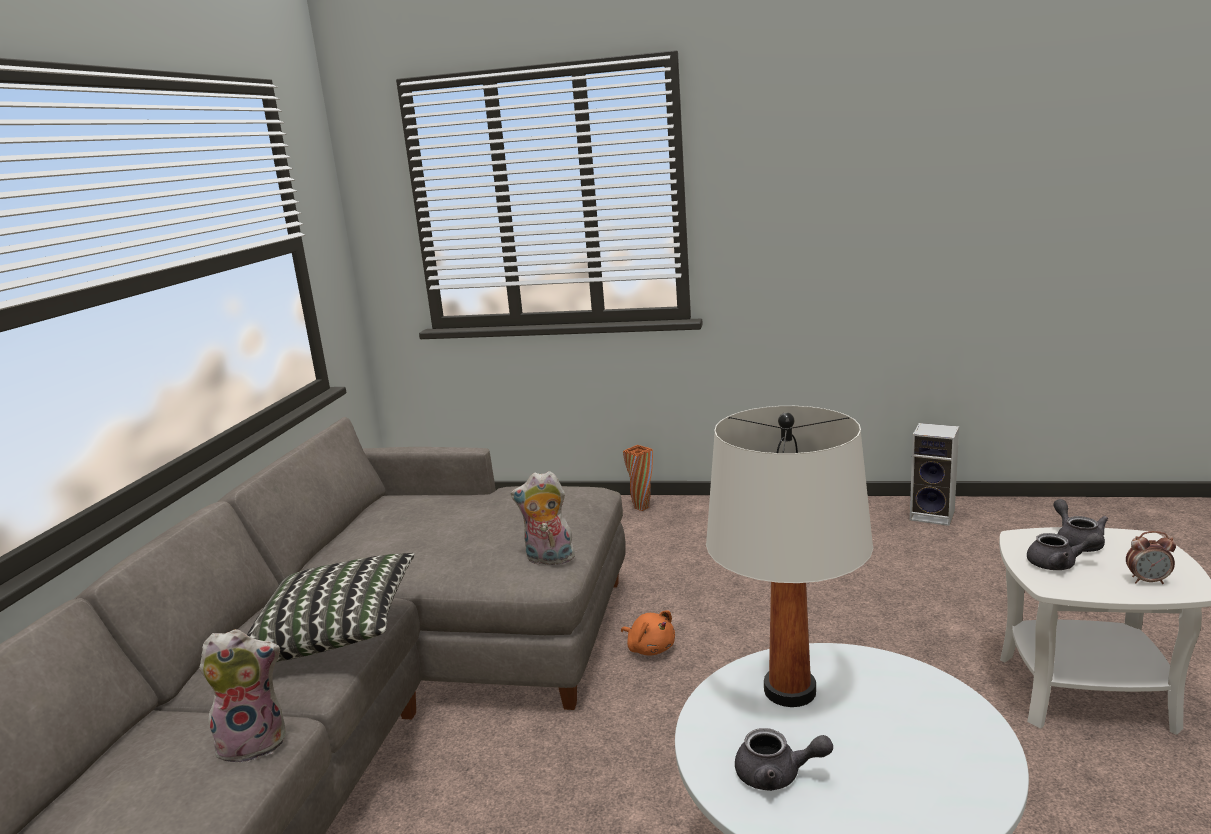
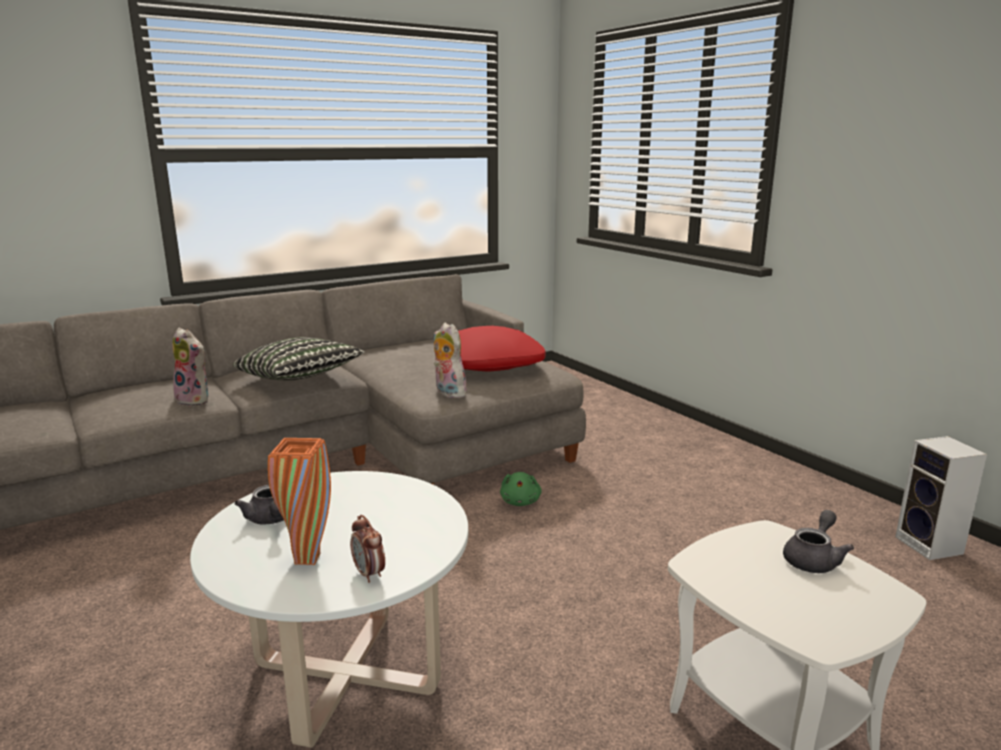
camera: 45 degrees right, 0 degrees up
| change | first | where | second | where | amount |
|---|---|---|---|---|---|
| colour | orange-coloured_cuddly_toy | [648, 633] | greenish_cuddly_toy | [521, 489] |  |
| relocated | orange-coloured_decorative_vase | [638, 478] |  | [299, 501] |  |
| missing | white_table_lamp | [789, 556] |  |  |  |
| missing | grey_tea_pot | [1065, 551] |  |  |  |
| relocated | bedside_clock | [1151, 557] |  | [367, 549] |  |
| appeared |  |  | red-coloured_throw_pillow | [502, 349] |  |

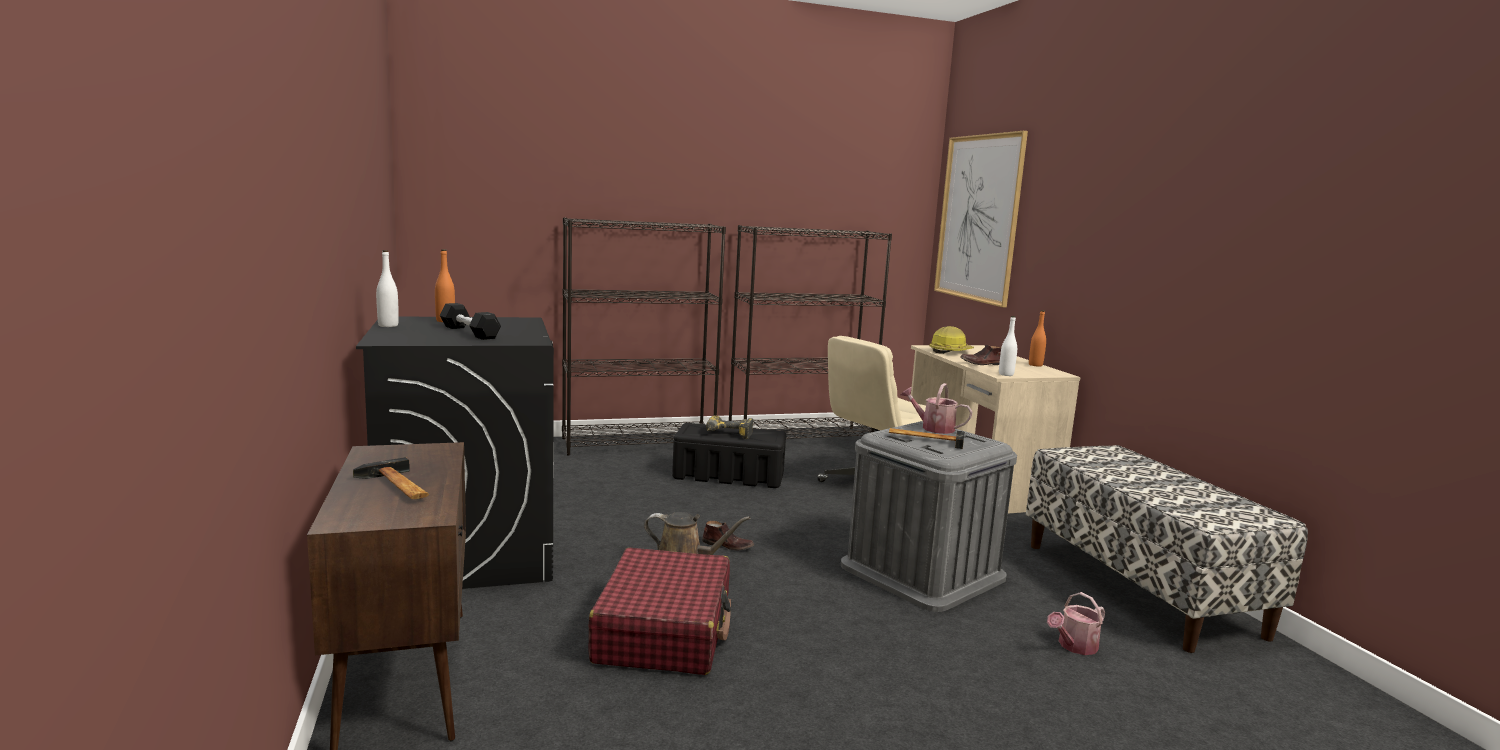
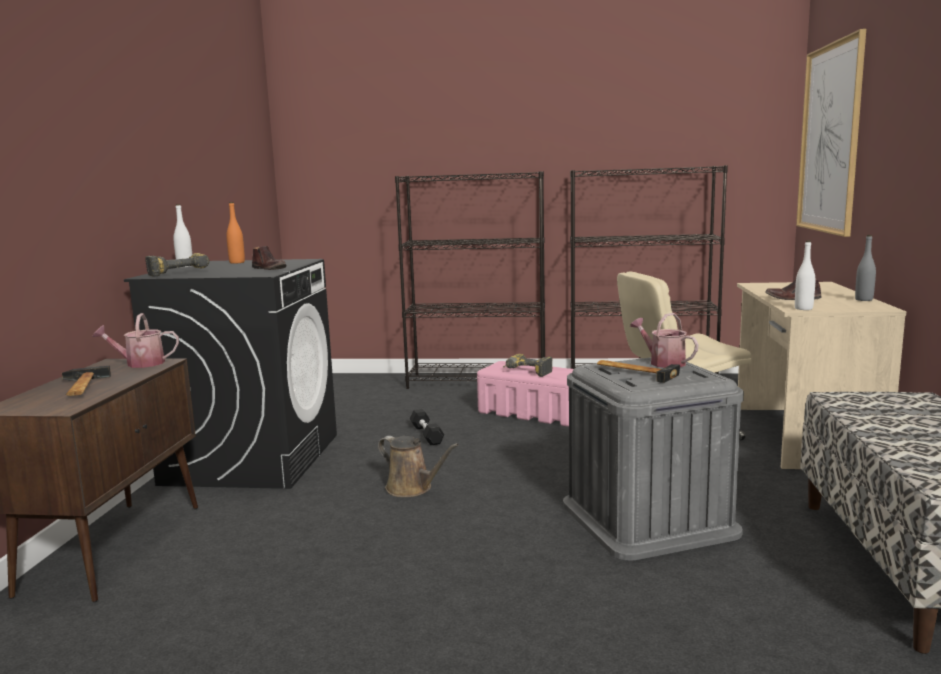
camera: 25 degrees right, 0 degrees up
| change | first | where | second | where | amount |
|---|---|---|---|---|---|
| relocated | black-coloured_free_weight | [470, 321] |  | [427, 427] |  |
| missing | red-coloured_piece_of_luggage | [659, 611] |  |  |  |
| colour | black-coloured_storage_container | [729, 455] | pink-coloured_storage_container | [525, 394] |  |
| relocated | brown_low_shoe | [728, 536] |  | [269, 258] |  |
| missing | hard_hat | [952, 340] |  |  |  |
| colour | orange-coloured_bottle | [1037, 338] | grey_bottle | [865, 268] |  |
| relocated | sprinkling_can | [1076, 623] |  | [135, 340] |  |
| appeared |  |  | power_drill | [177, 265] |  |

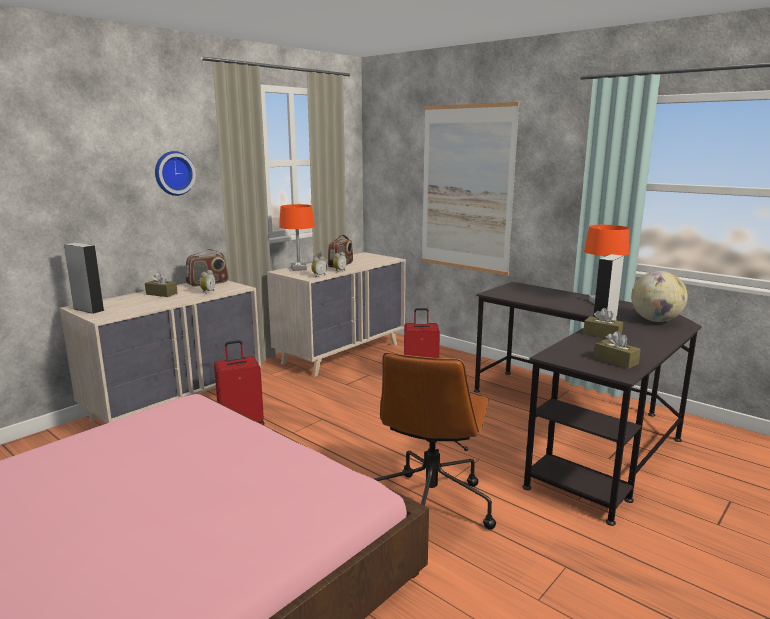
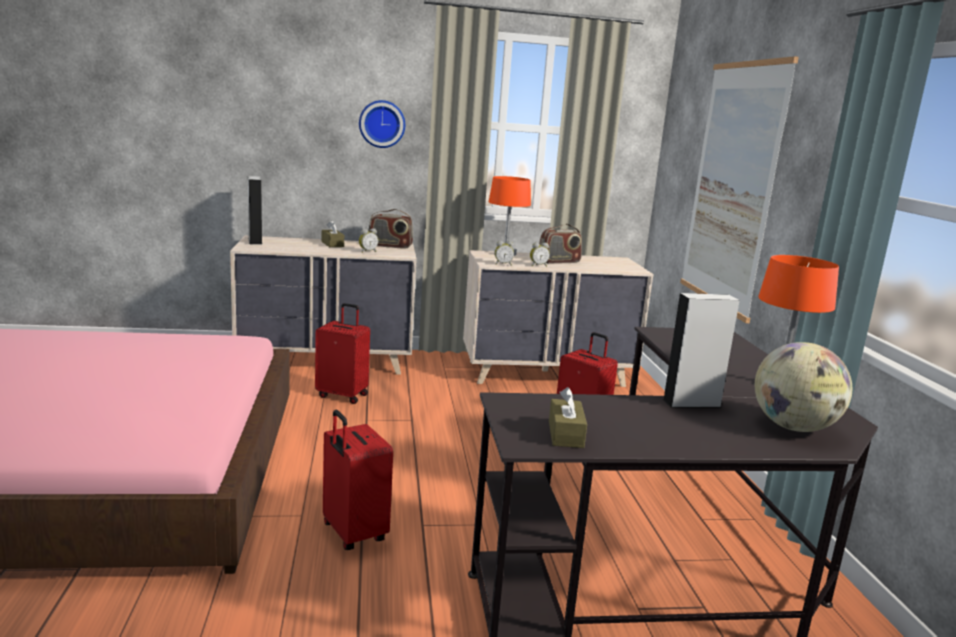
camera: 40 degrees right, 0 degrees up
| change | first | where | second | where | amount |
|---|---|---|---|---|---|
| exchanged | brown_office_chair | [435, 441] | red-coloured_piece_of_luggage | [358, 480] |  |
| missing | brown_box_of_tissues | [603, 323] |  |  |  |

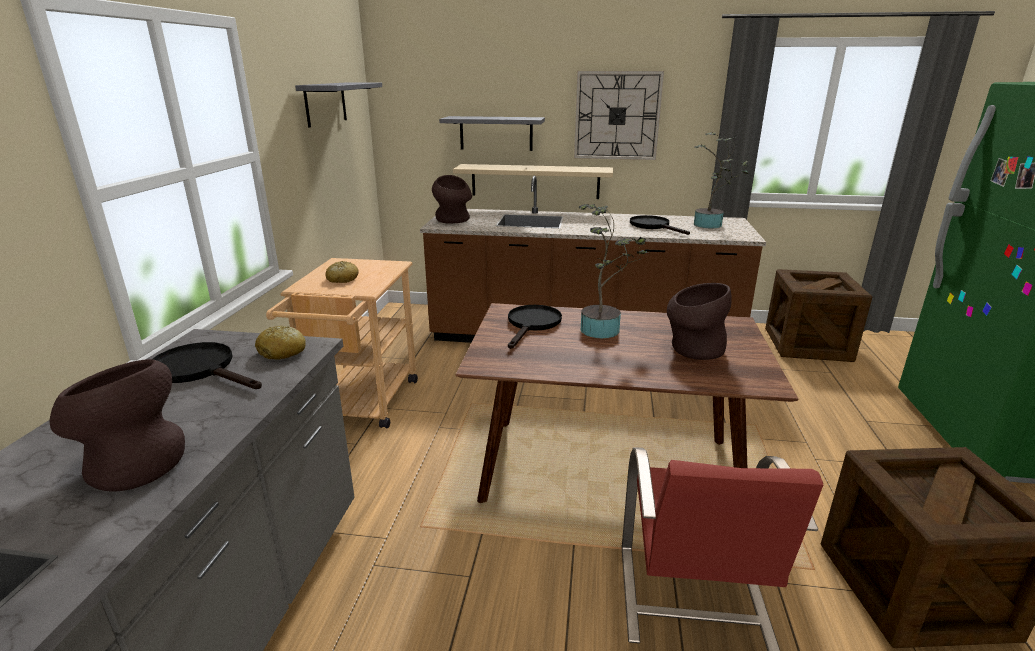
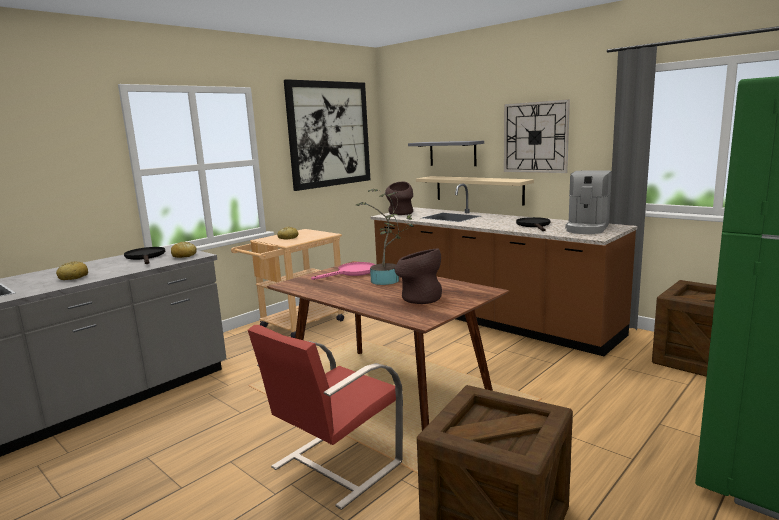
camera: 35 degrees right, 10 degrees down
| change | first | where | second | where | amount |
|---|---|---|---|---|---|
| exchanged | brown_decorative_vase | [117, 425] | bread | [72, 271] |  |
| exchanged | grey_bracket_shelf | [338, 105] | picture | [327, 135] |  |
| colour | black-coloured_skillet | [535, 327] | pink-coloured_skillet | [343, 271] |  |
| exchanged | plant_in_a_pot | [721, 180] | coffee_machine | [588, 202] |  |

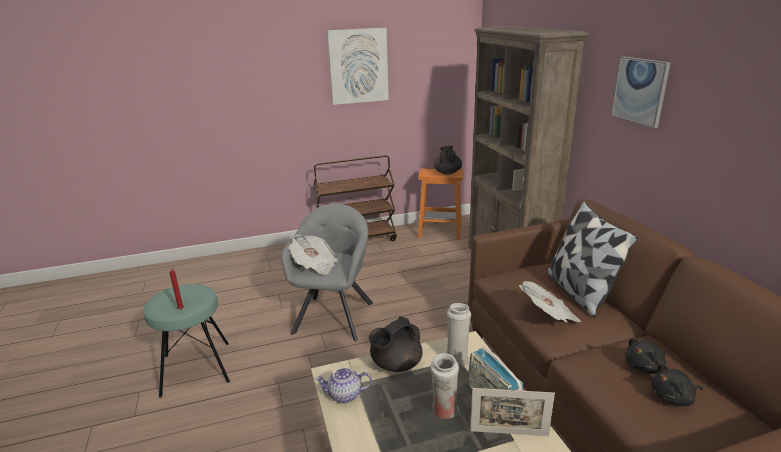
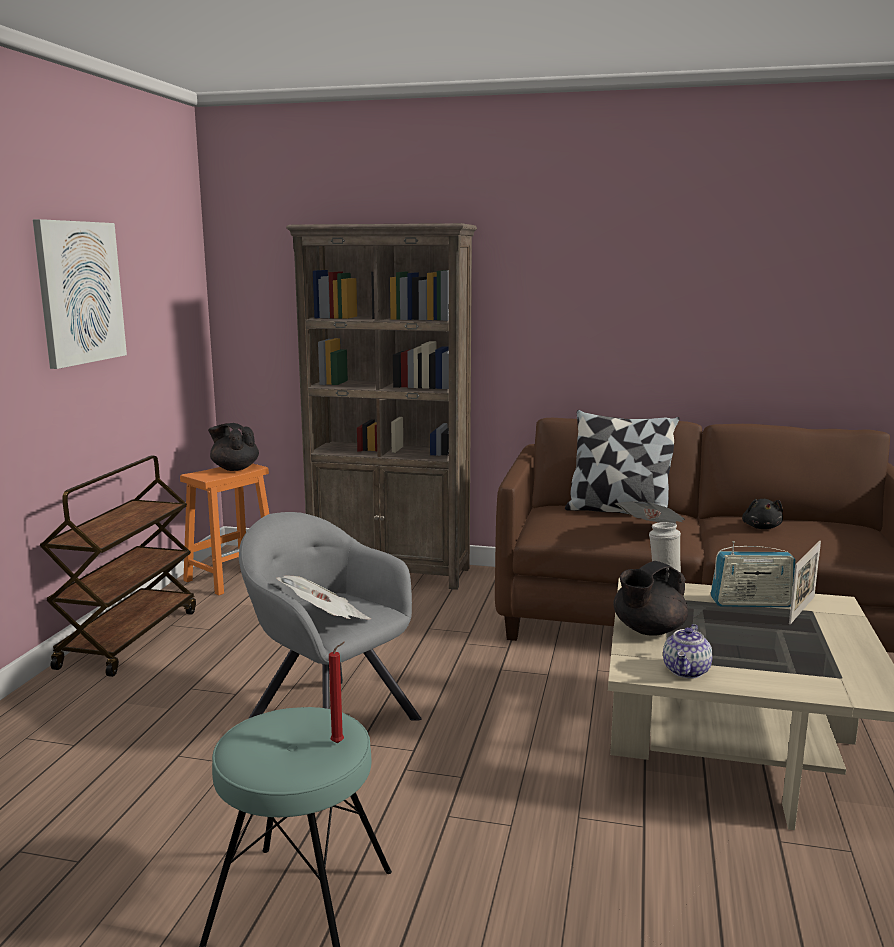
camera: 60 degrees left, 10 degrees down
| change | first | where | second | where | amount |
|---|---|---|---|---|---|
| spun | black-coloured_tea_pot | [395, 344] |  | [650, 598] | 60 degrees clockwise |
| missing | white_decorative_vase | [444, 386] |  |  |  |
| missing | picture | [640, 92] |  |  |  |
| missing | black-coloured_cuddly_toy | [677, 384] |  |  |  |

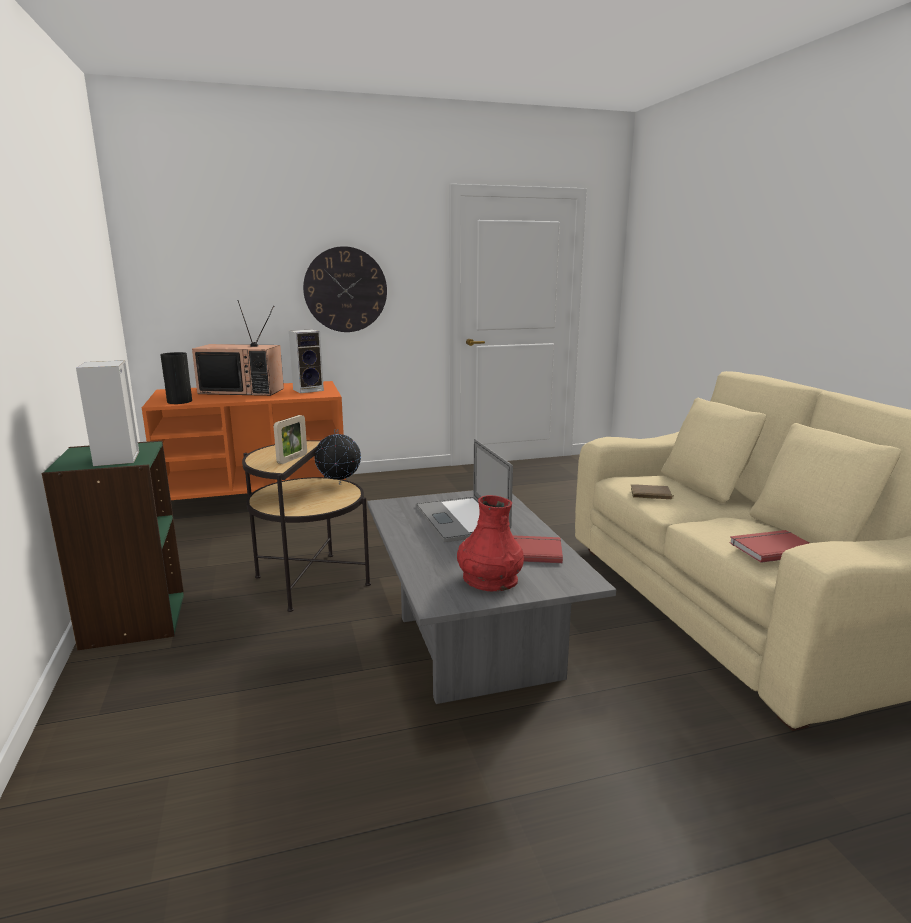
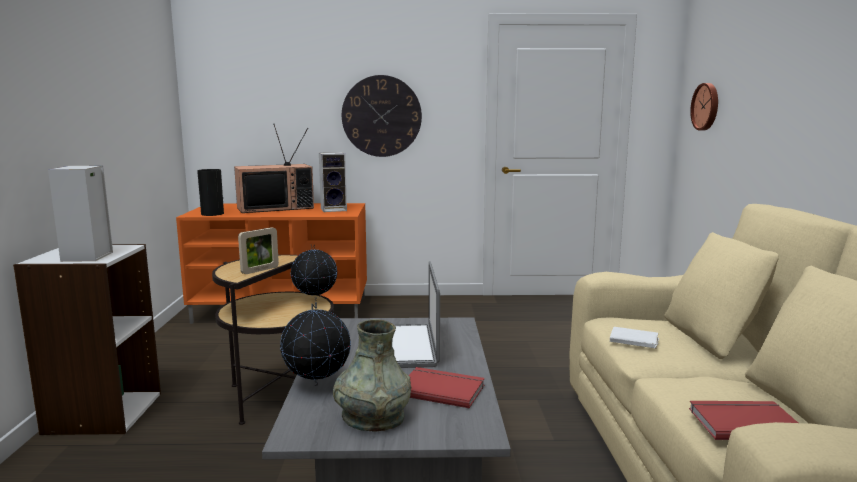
camera: 15 degrees right, 5 degrees down
| change | first | where | second | where | amount |
|---|---|---|---|---|---|
| colour | greenish_bookshelf | [113, 546] | white_bookshelf | [87, 339] |  |
| spun | TV_set | [238, 348] |  | [274, 169] | 45 degrees counterclockwise |
| colour | red-coloured_decorative_vase | [490, 543] | grey_decorative_vase | [372, 375] |  |
| colour | brown_book | [652, 491] | white_book | [634, 338] |  |
| appeared |  |  | globe | [315, 344] |  |
| appeared |  |  | hanging_clock | [704, 106] |  |

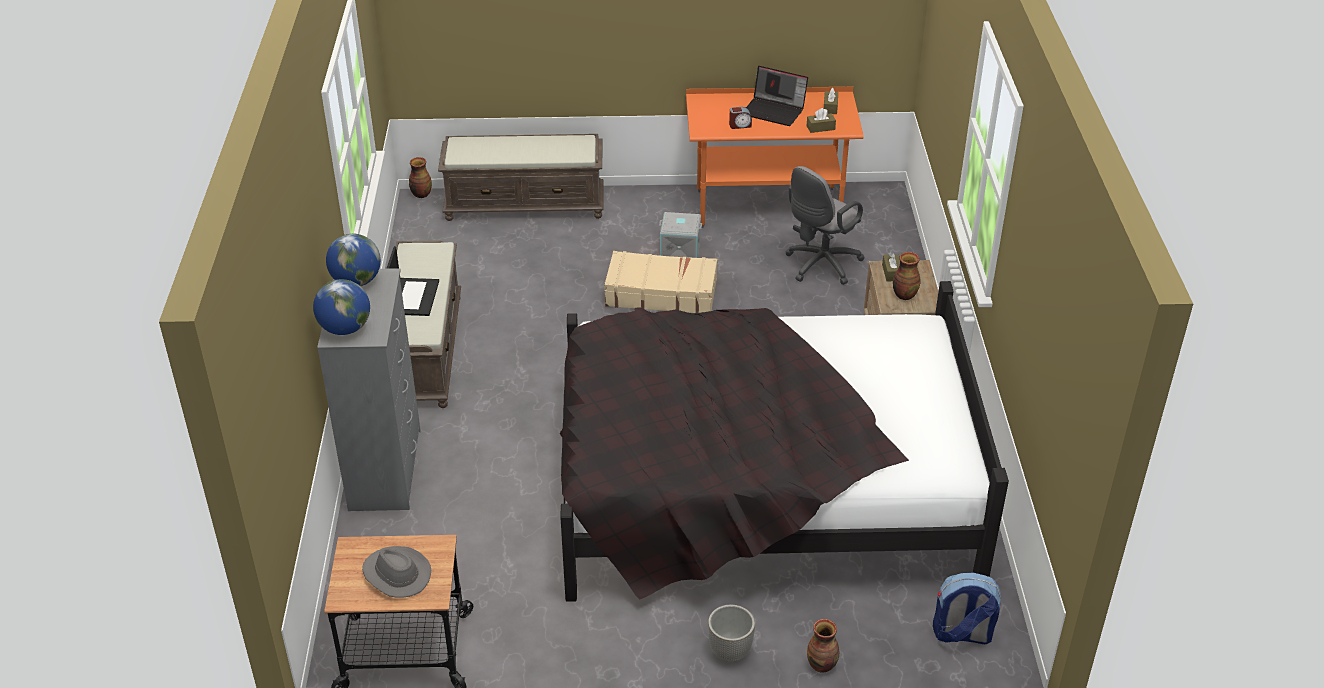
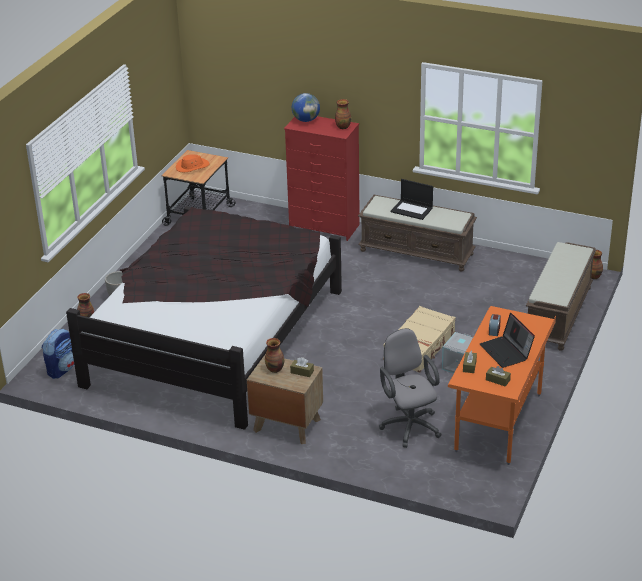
camera: 115 degrees right, 5 degrees down
| change | first | where | second | where | amount |
|---|---|---|---|---|---|
| colour | grey_chest_of_drawers | [369, 389] | red-coloured_chest_of_drawers | [322, 178] |  |
| exchanged | globe | [353, 260] | decorative_vase | [343, 114] |  |
| colour | grey_clothing_hat | [396, 572] | orange-coloured_clothing_hat | [193, 163] |  |
| spun | notebook_computer | [777, 96] |  | [507, 340] | 75 degrees counterclockwise |

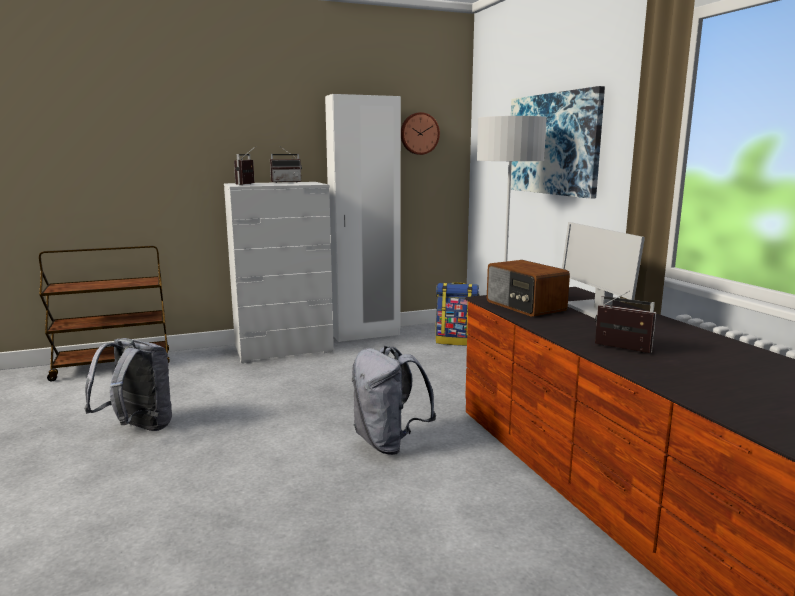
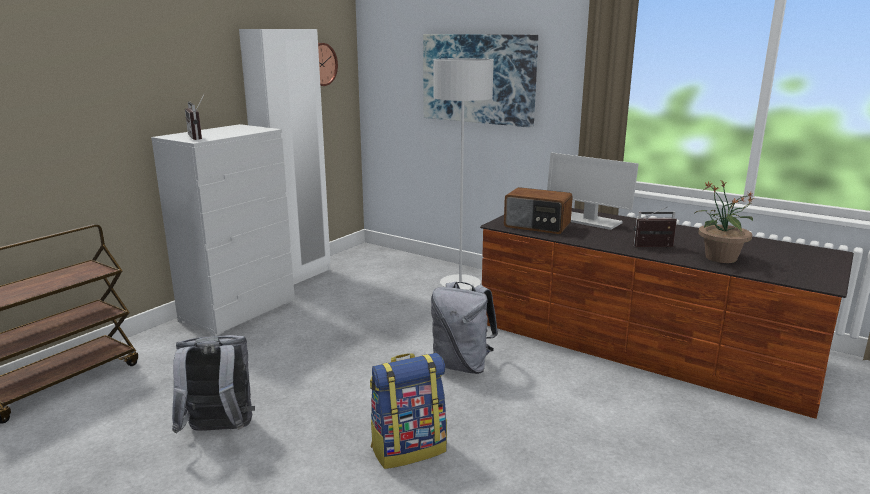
camera: 35 degrees left, 5 degrees up
| change | first | where | second | where | amount |
|---|---|---|---|---|---|
| missing | radio | [286, 164] |  |  |  |
| relocated | backpack | [457, 314] |  | [408, 411] |  |
| appeared |  |  | plant_in_a_pot | [724, 222] |  |

